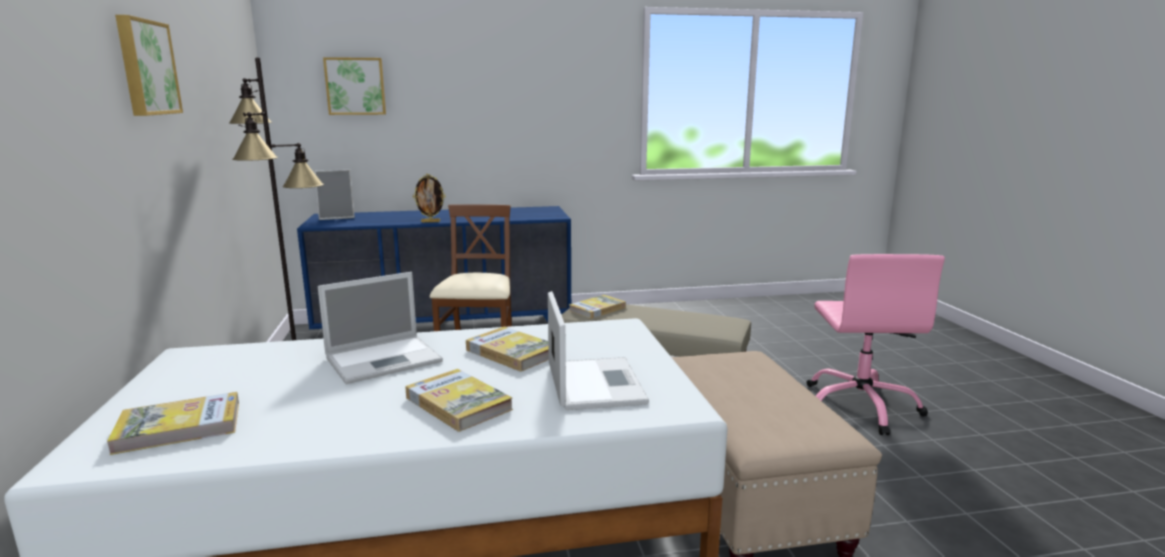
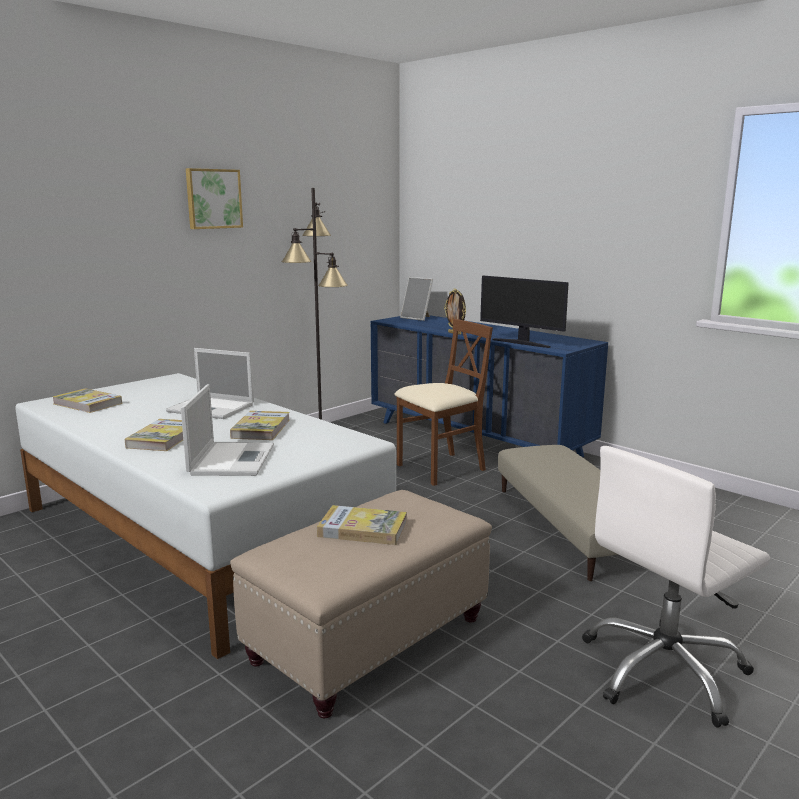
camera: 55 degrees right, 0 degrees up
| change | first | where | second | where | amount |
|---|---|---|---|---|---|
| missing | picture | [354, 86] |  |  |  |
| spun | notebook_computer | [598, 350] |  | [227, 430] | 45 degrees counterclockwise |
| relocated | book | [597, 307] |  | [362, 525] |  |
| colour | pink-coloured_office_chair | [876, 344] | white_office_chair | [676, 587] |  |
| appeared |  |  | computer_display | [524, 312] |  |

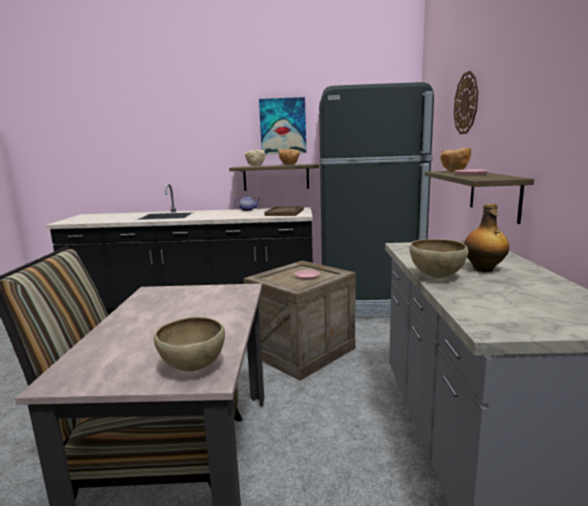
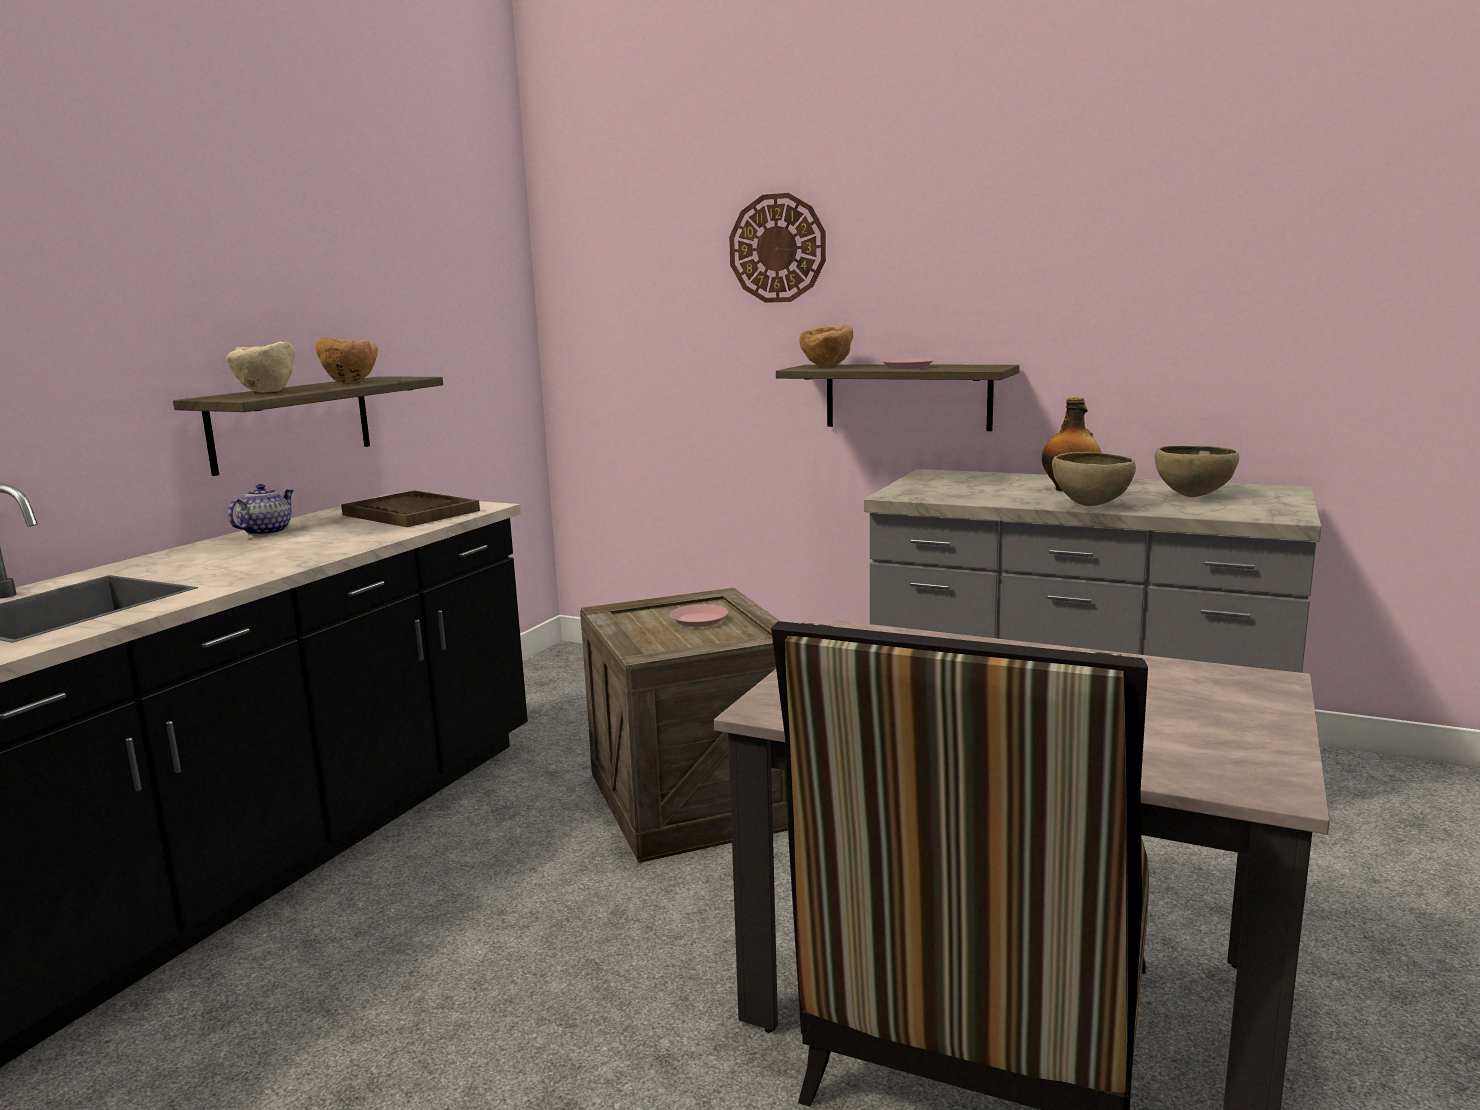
camera: 65 degrees left, 0 degrees up
| change | first | where | second | where | amount |
|---|---|---|---|---|---|
| relocated | brown_bowl | [189, 344] |  | [1197, 471] |  |
| missing | picture | [282, 125] |  |  |  |
| missing | black-coloured_fridge | [376, 200] |  |  |  |

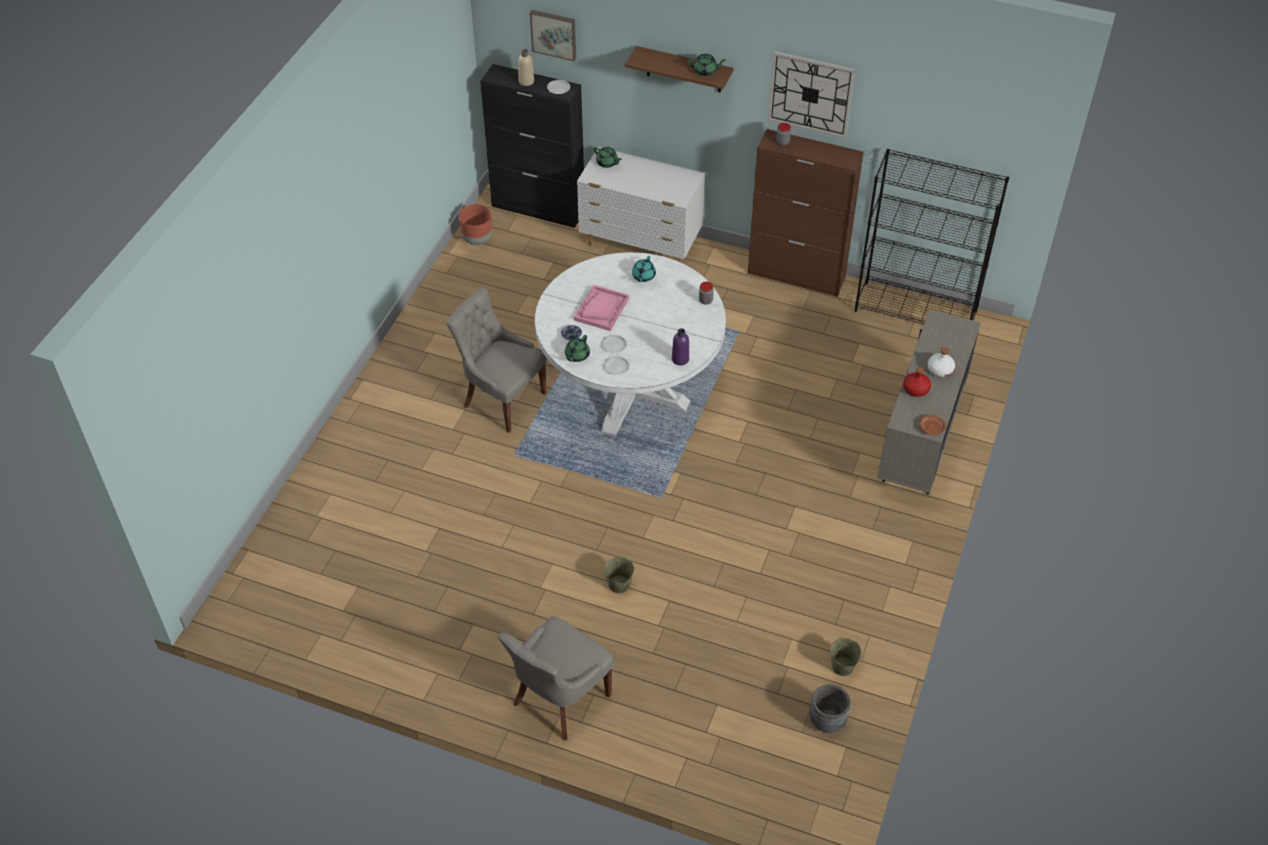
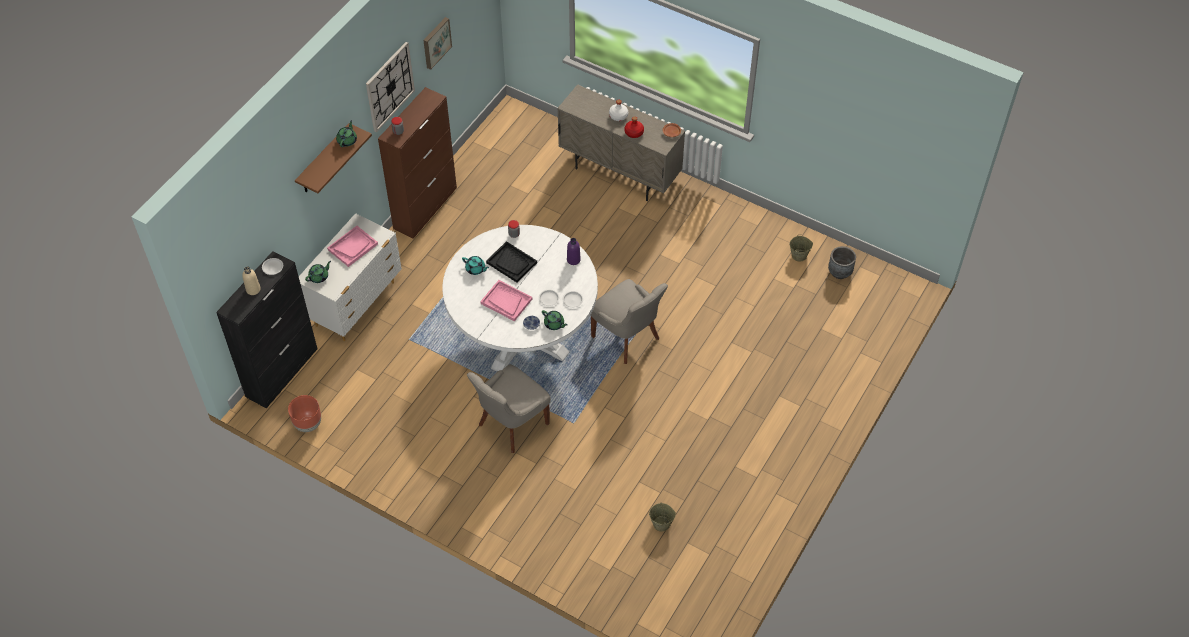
camera: 80 degrees left, 5 degrees up
| change | first | where | second | where | amount |
|---|---|---|---|---|---|
| relocated | grey_chair | [556, 679] |  | [629, 321] |  |
| relocated | picture | [553, 35] |  | [437, 43] |  |
| relocated | beige-coloured_pail | [619, 575] |  | [662, 517] |  |
| missing | black-coloured_bookshelf | [932, 236] |  |  |  |
| appeared |  |  | pink-coloured_tray | [352, 246] |  |
| appeared |  |  | black-coloured_tray | [511, 261] |  |

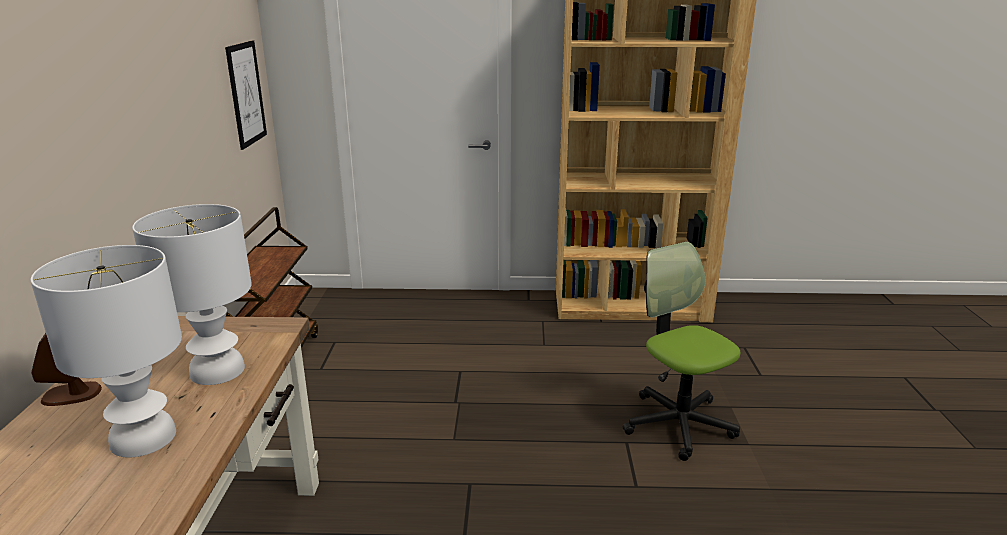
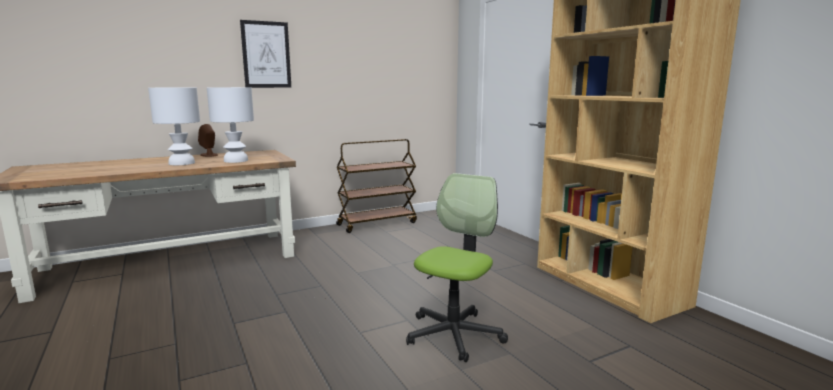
camera: 60 degrees right, 10 degrees down
| change | first | where | second | where | amount |
|---|---|---|---|---|---|
| relocated | picture | [246, 95] |  | [265, 54] |  |

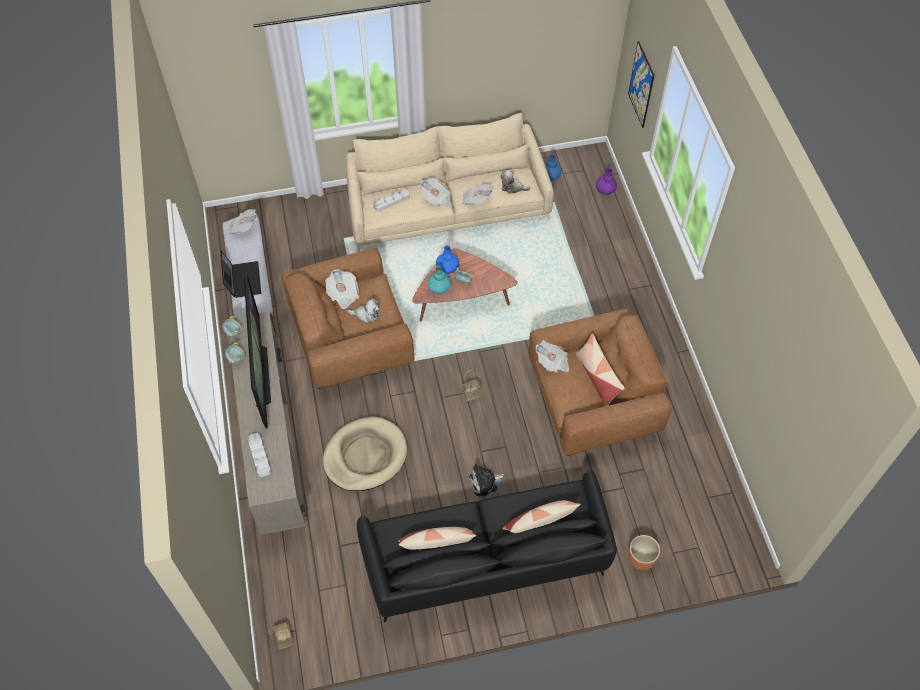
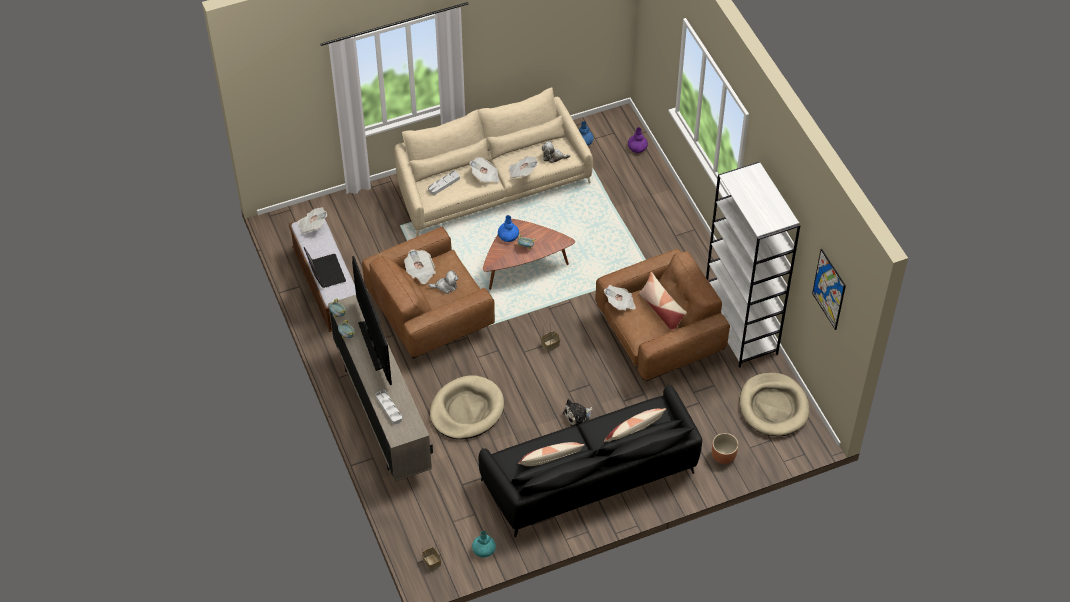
camera: 10 degrees left, 5 degrees down
| change | first | where | second | where | amount |
|---|---|---|---|---|---|
| relocated | turquoise_decorative_vase | [439, 280] |  | [484, 543] |  |
| relocated | picture | [641, 84] |  | [829, 289] |  |
| appeared |  |  | white_bookshelf | [753, 265] |  |
| appeared |  |  | beige-coloured_pet_bed | [774, 404] |  |

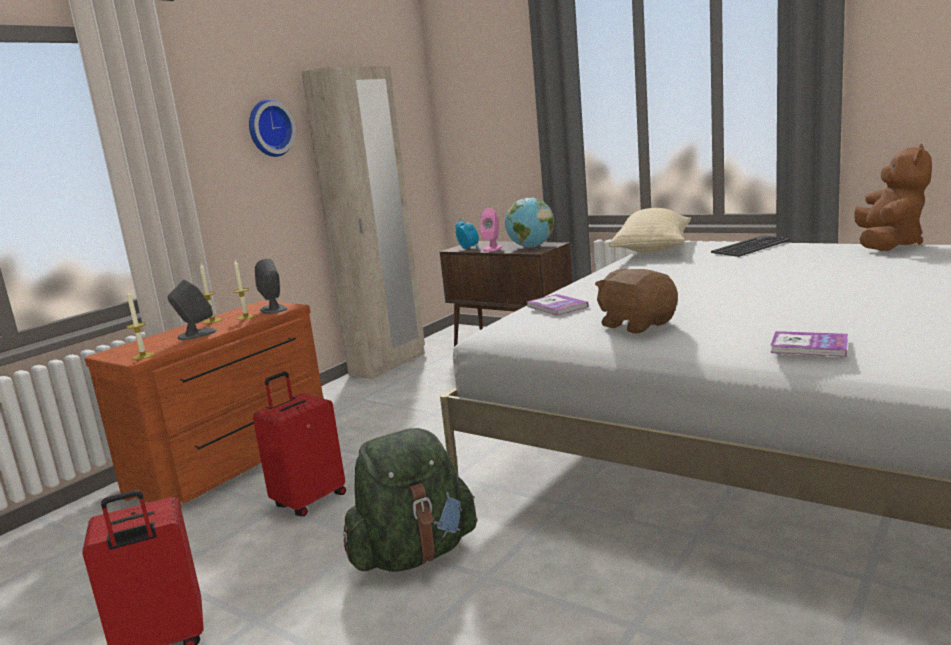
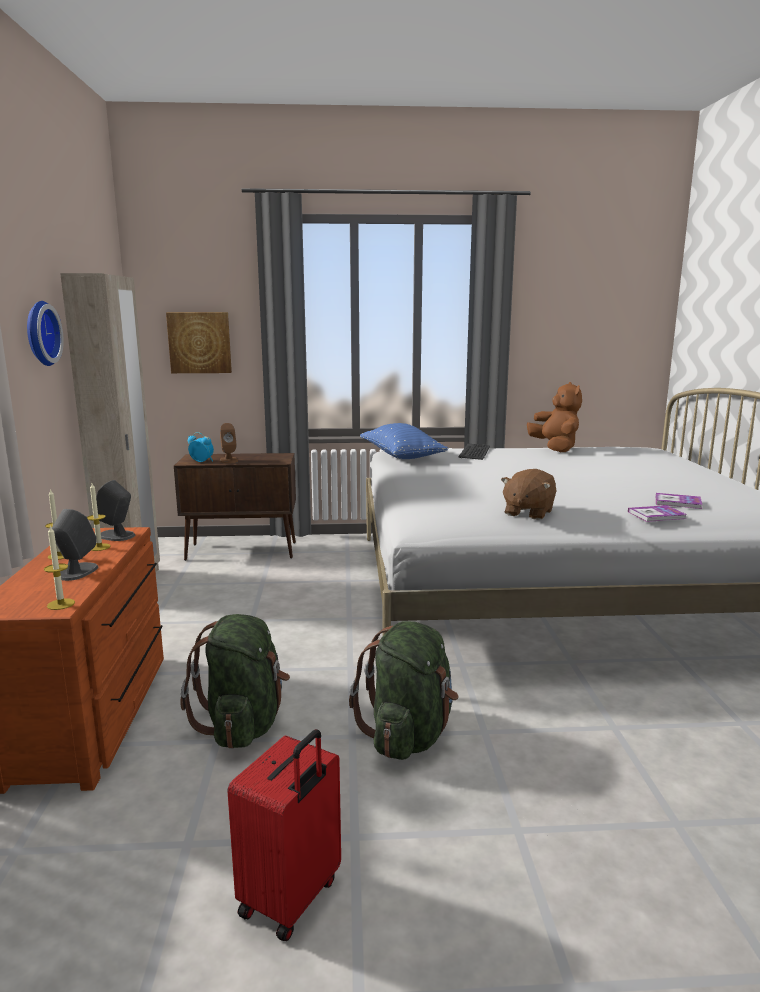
camera: 40 degrees left, 0 degrees up
| change | first | where | second | where | amount |
|---|---|---|---|---|---|
| exchanged | red-coloured_piece_of_luggage | [299, 443] | greenish_backpack | [235, 681] |  |
| colour | pink-coloured_loudspeaker | [491, 229] | brown_loudspeaker | [229, 443] |  |
| missing | globe | [529, 223] |  |  |  |
| relocated | book | [558, 305] |  | [679, 501] |  |
| spun | brown_cuddly_toy | [636, 301] |  | [529, 494] | 75 degrees counterclockwise |
| colour | beige-coloured_throw_pillow | [650, 230] | blue-coloured_throw_pillow | [404, 441] |  |
| appeared |  |  | picture | [199, 342] |  |

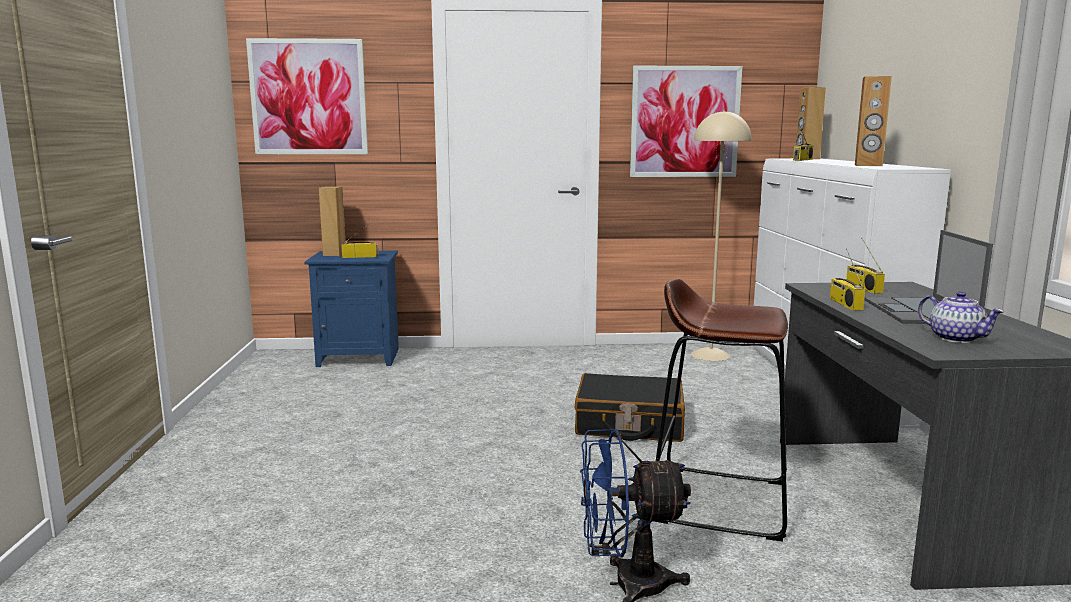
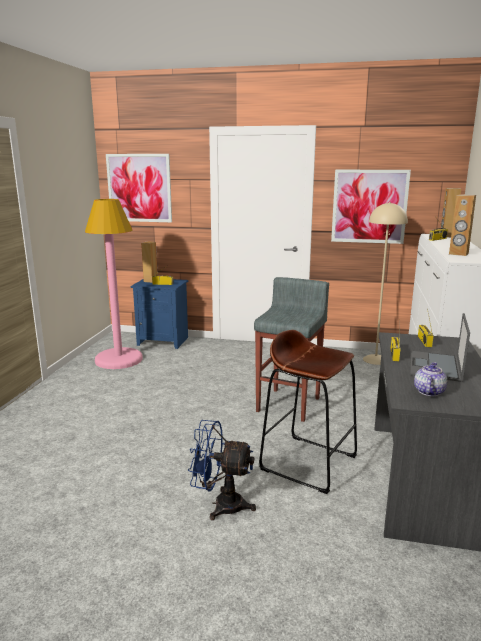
camera: 15 degrees right, 5 degrees up
| change | first | where | second | where | amount |
|---|---|---|---|---|---|
| exchanged | black-coloured_piece_of_luggage | [630, 407] | grey_stool_seat | [291, 349] |  |
| spun | tea_pot | [961, 317] |  | [430, 379] | 135 degrees counterclockwise |
| appeared |  |  | pink-coloured_floor_lamp | [114, 284] |  |

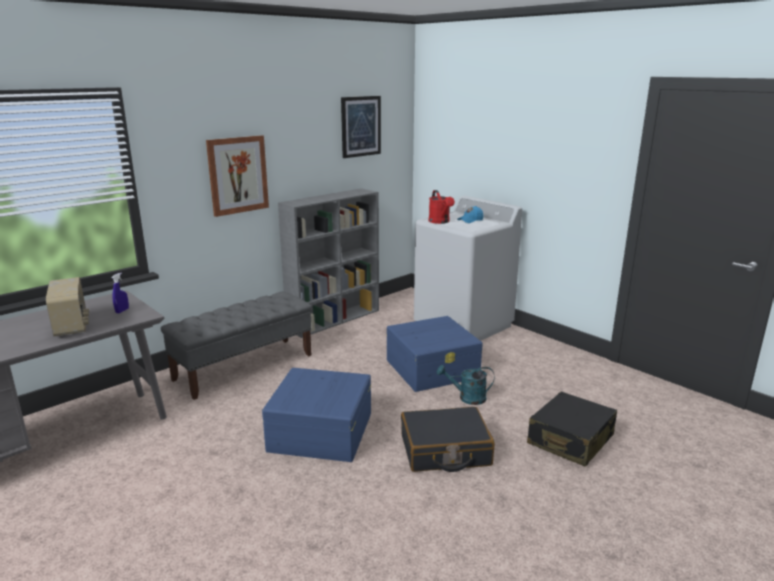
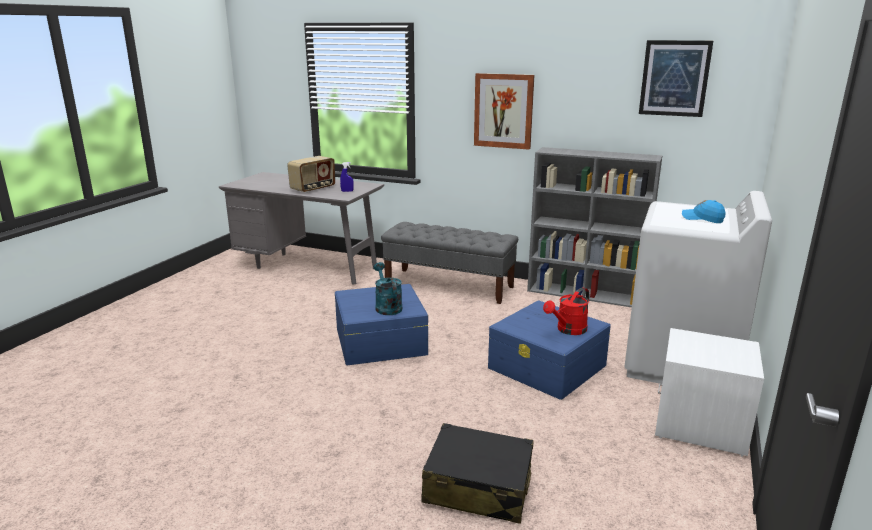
camera: 65 degrees right, 0 degrees up
| change | first | where | second | where | amount |
|---|---|---|---|---|---|
| missing | black-coloured_piece_of_luggage | [448, 439] |  |  |  |
| relocated | red-coloured_sprinkling_can | [442, 207] |  | [566, 311] |  |
| relocated | turquoise_sprinkling_can | [466, 385] |  | [388, 288] |  |
| appeared |  |  | white_bedside_table | [709, 392] |  |

